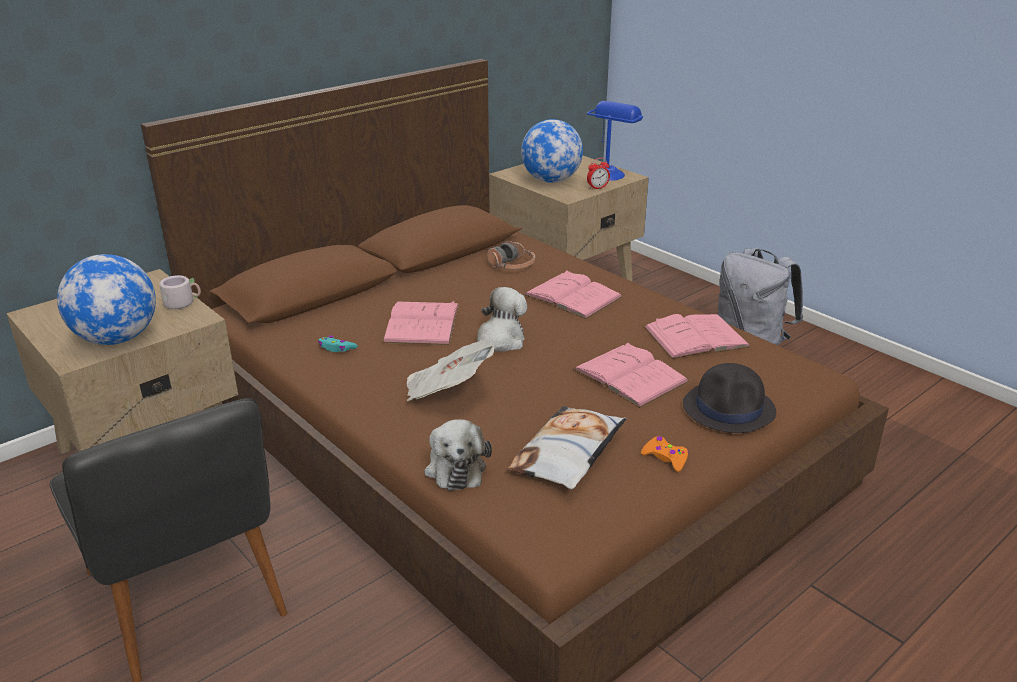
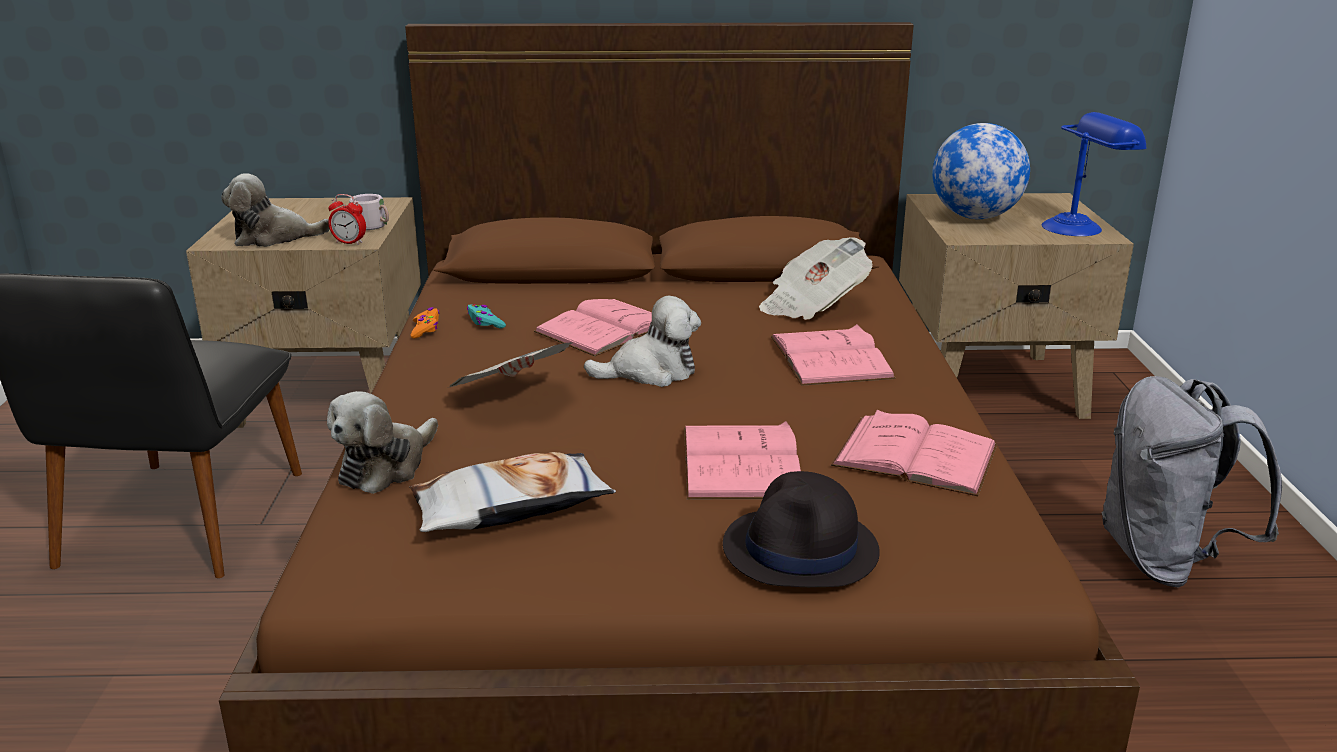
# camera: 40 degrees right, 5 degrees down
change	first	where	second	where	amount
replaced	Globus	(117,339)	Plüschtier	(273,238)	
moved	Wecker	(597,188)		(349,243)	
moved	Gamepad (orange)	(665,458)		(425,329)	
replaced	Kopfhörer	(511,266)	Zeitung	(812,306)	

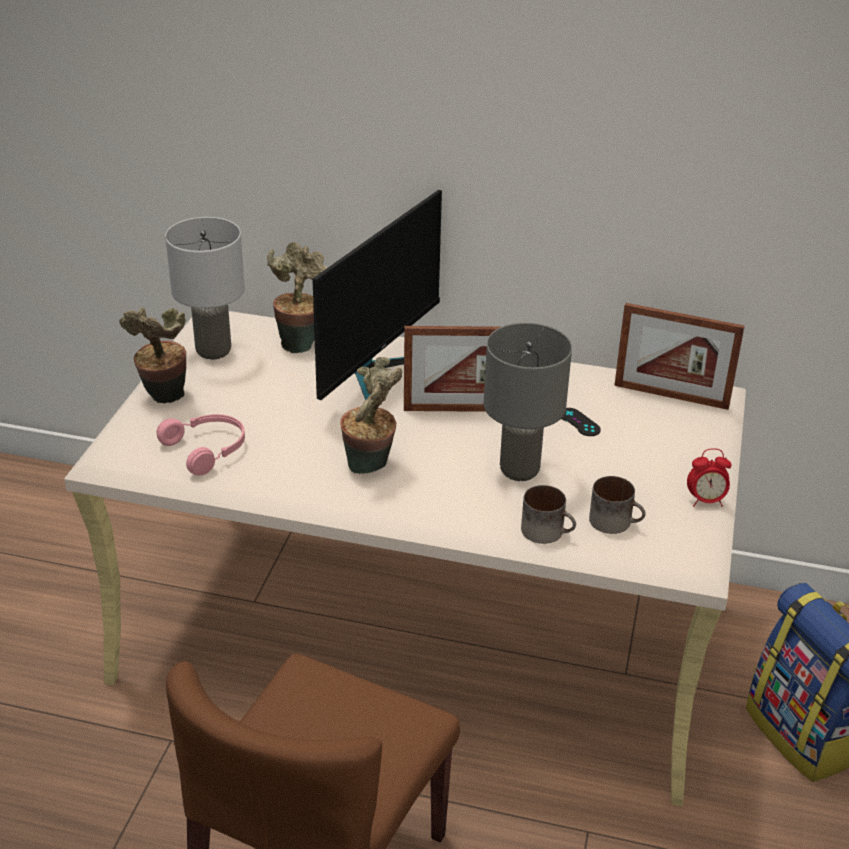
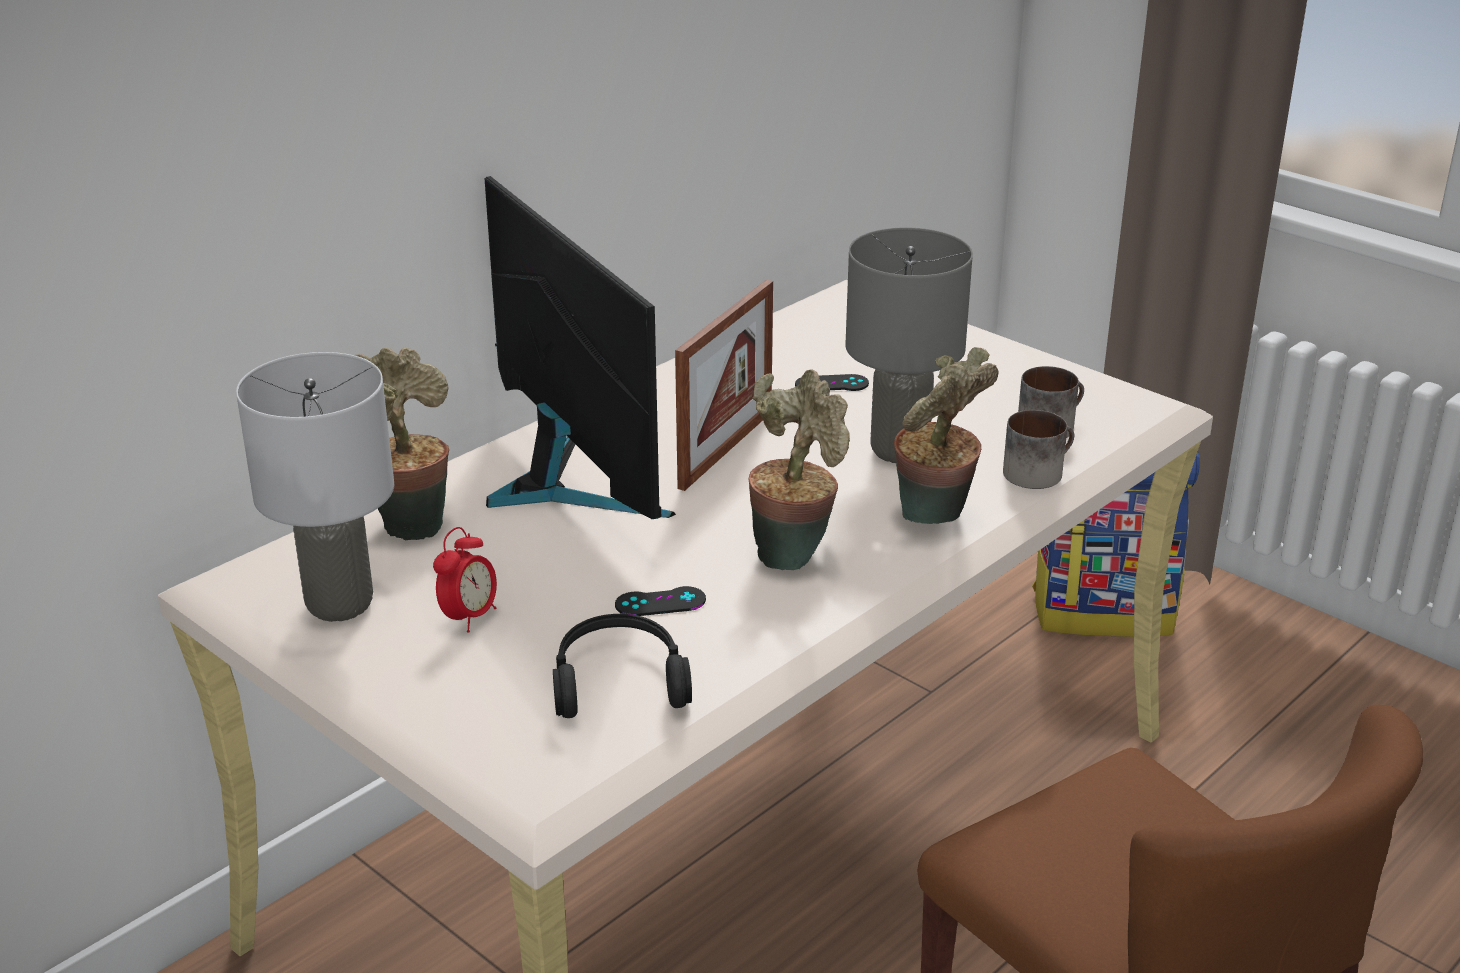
# camera: 60 degrees left, 5 degrees down
change	first	where	second	where	amount
moved	Wecker	(705,501)		(469,617)	
recoloured	Kopfhörer (rosa)	(207,449)	Kopfhörer (schwarz)	(618,681)	
added			Gamepad (schwarz)	(660,602)	
moved	Topfpflanze	(163,398)		(935,517)	
removed	Bilderrahmen	(671,396)			

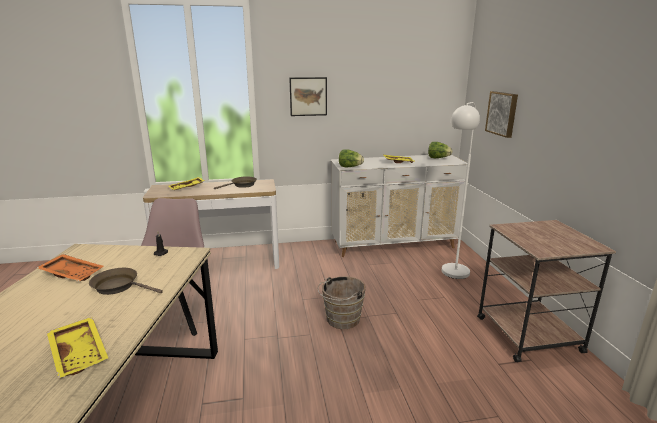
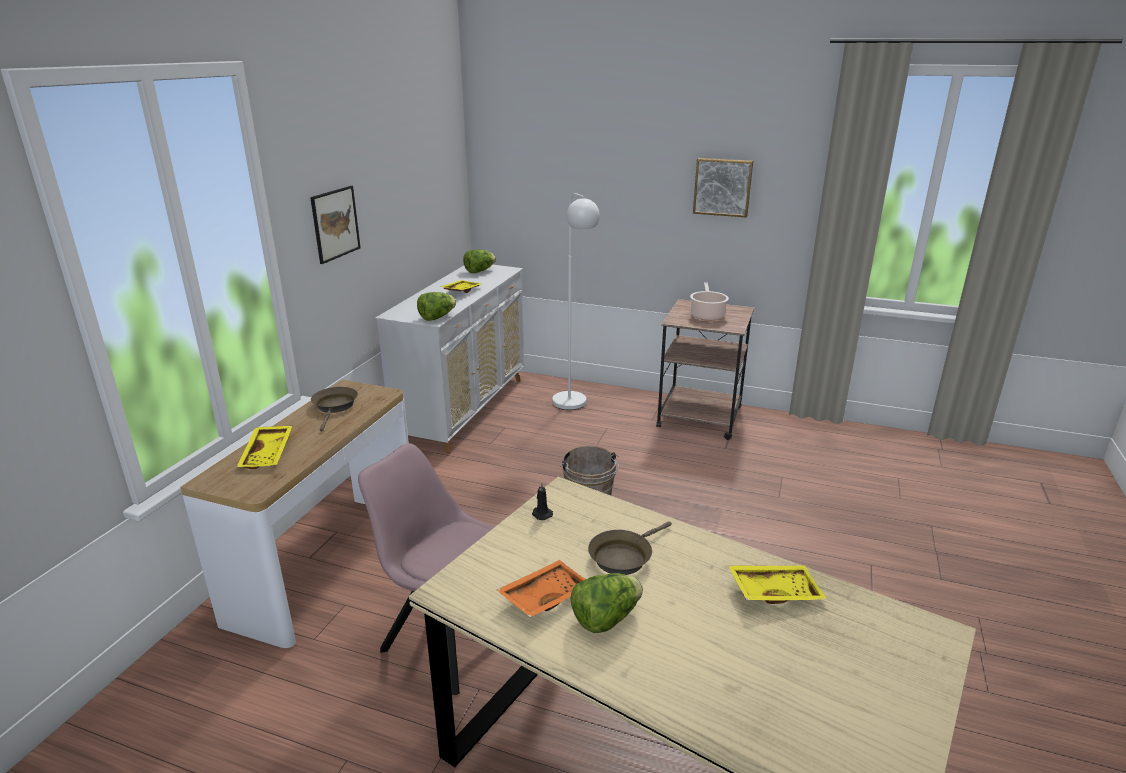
# camera: 60 degrees left, 5 degrees up
change	first	where	second	where	amount
added			Salatkopf	(606,618)	
added			Kochtopf	(707,315)	
moved	Bild	(502,113)		(722,187)	

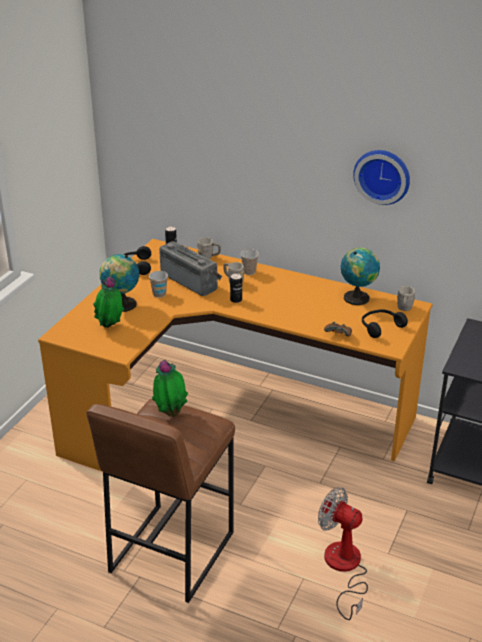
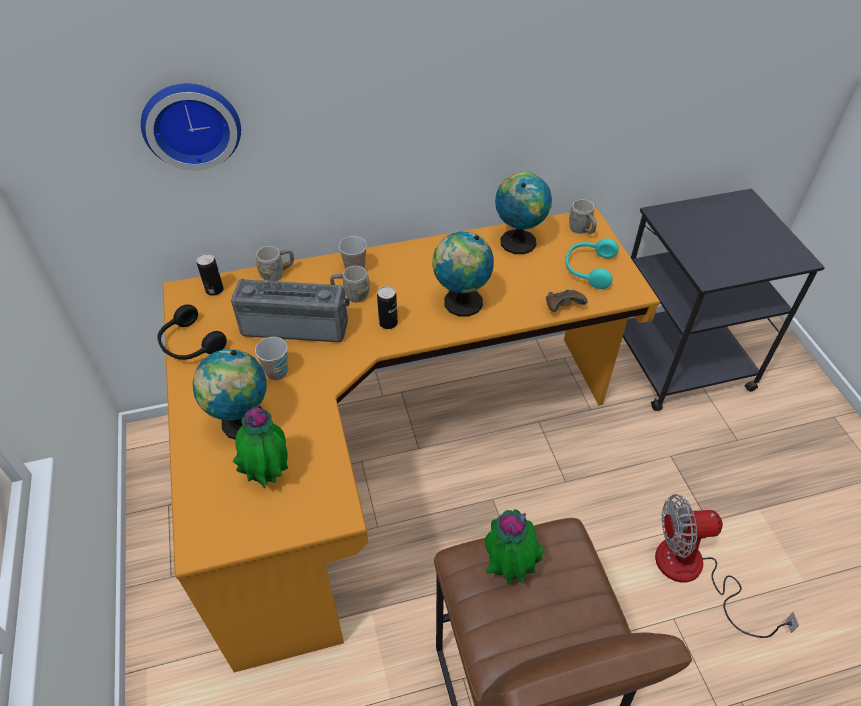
# camera: 40 degrees left, 15 degrees up
change	first	where	second	where	amount
moved	Wanduhr	(383,175)		(191,123)	
added			Globus	(460,303)	
recoloured	Kopfhörer (schwarz)	(380,327)	Kopfhörer (türkis)	(588,269)	

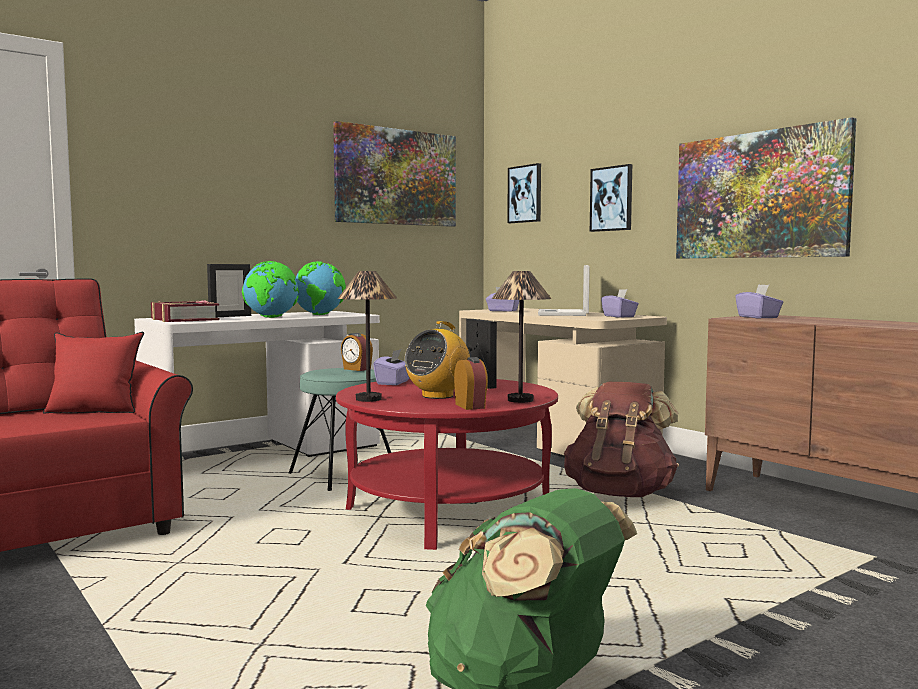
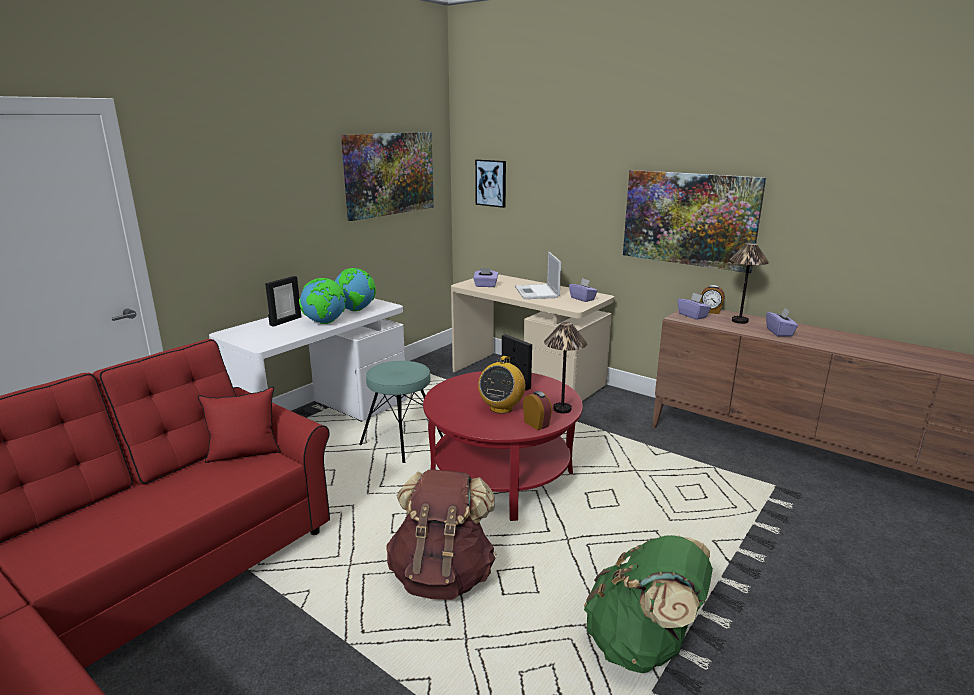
# camera: 15 degrees left, 15 degrees up
change	first	where	second	where	amount
moved	Rucksack (braun)	(620,494)		(443,576)	
moved	Wecker	(356,369)		(710,311)	
moved	Tischlampe	(369,399)		(740,321)	
moved	Taschentuchbox (lila)	(393,383)		(779,332)	
removed	Buch	(184,319)			
removed	Bild	(612,199)			

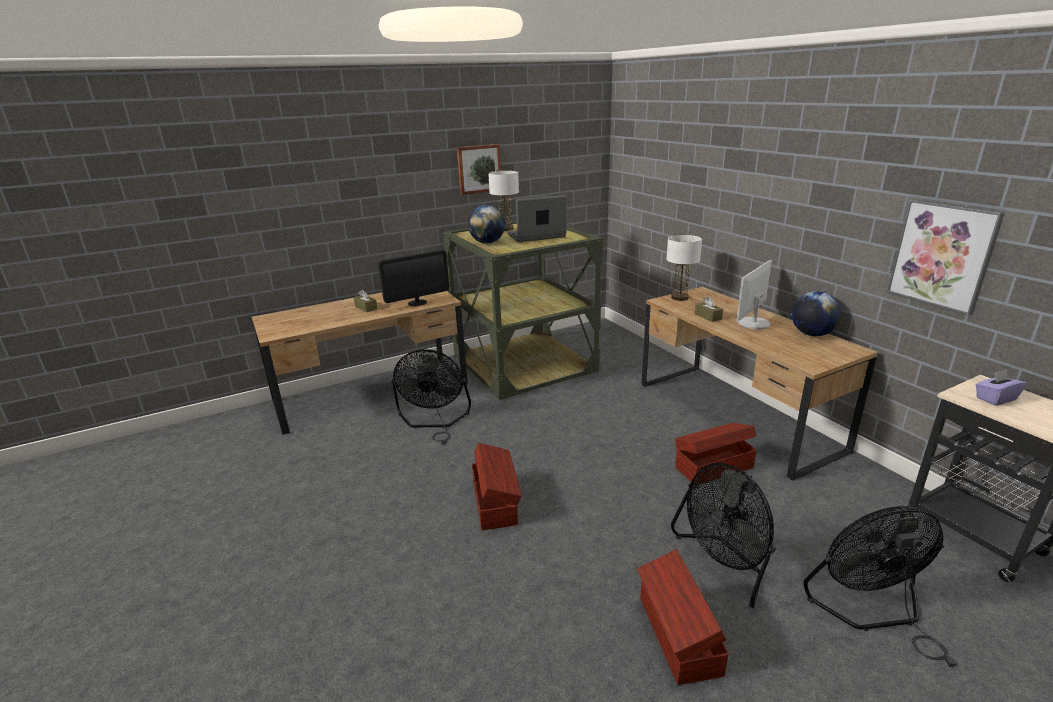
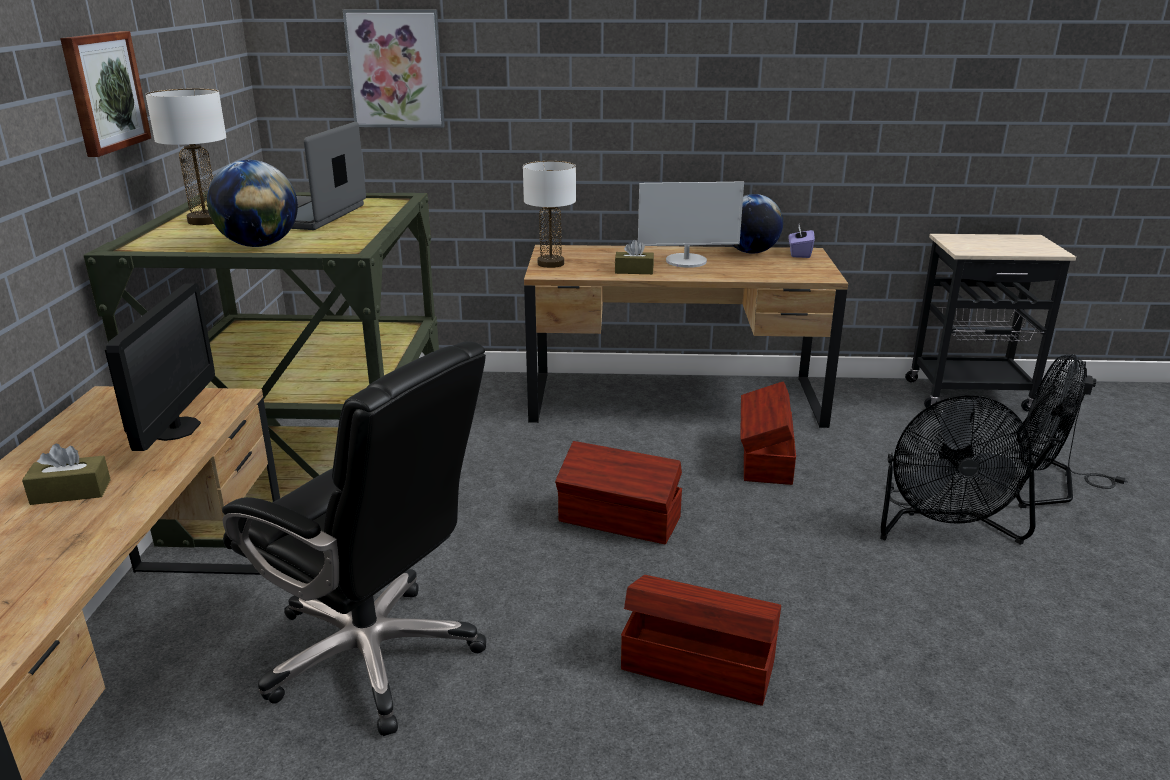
# camera: 60 degrees left, 0 degrees up
change	first	where	second	where	amount
replaced	Ventilator (schwarz)	(434,422)	Bürostuhl (schwarz)	(372,655)	
moved	Bild	(942,255)		(396,69)	
moved	Aufbewahrungsbox (braun)	(678,636)		(620,520)	
turned	Monitor	(753,323)		(686,261)	75 degrees counterclockwise
moved	Taschentuchbox (lila)	(995,398)		(799,253)	

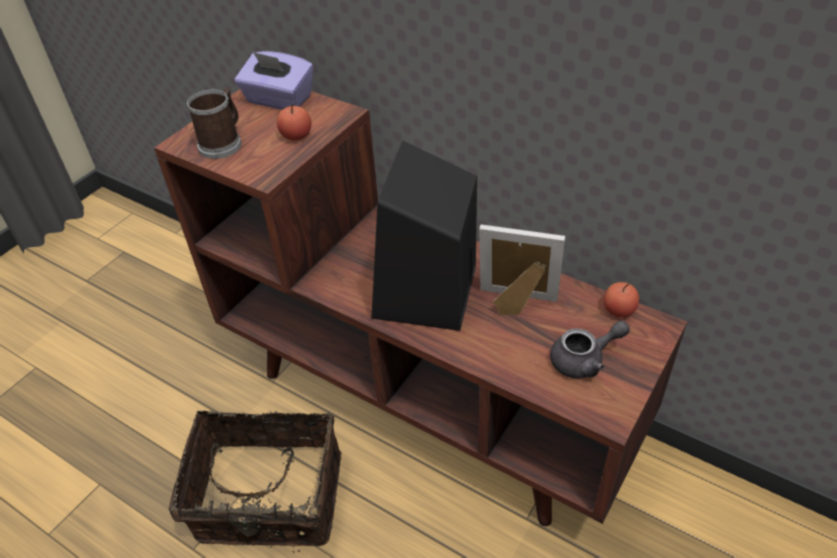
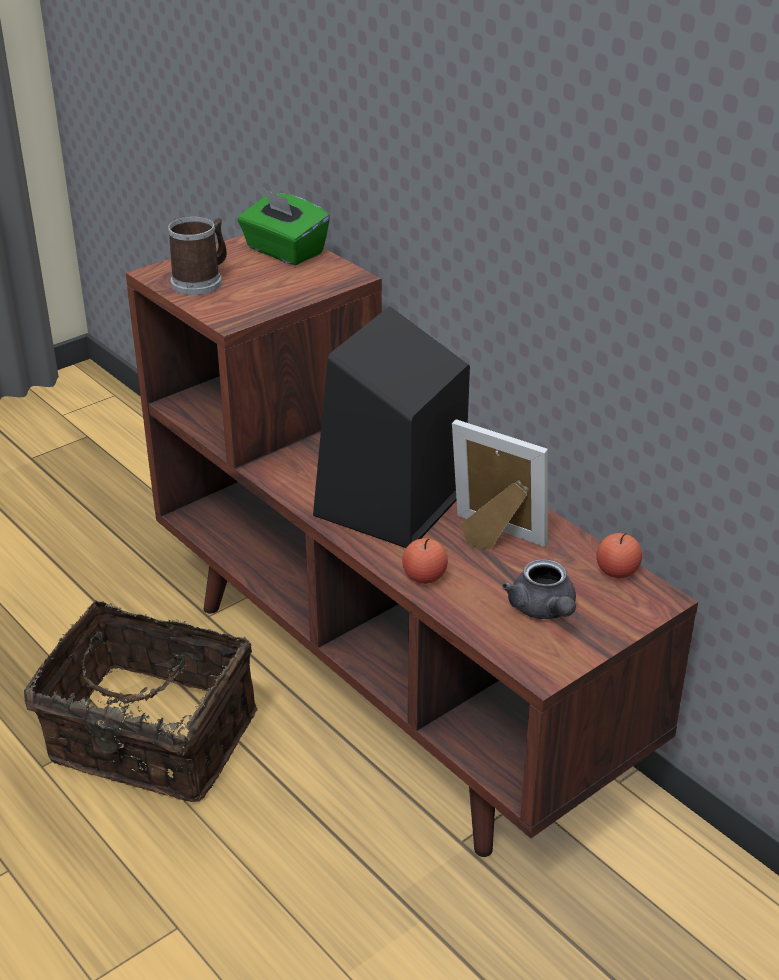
# camera: 15 degrees right, 10 degrees down
change	first	where	second	where	amount
recoloured	Taschentuchbox (lila)	(278,100)	Taschentuchbox (grün)	(284,251)	
moved	Apfel	(296,136)		(424,576)	
turned	Teekanne (grau)	(584,360)		(544,610)	75 degrees clockwise

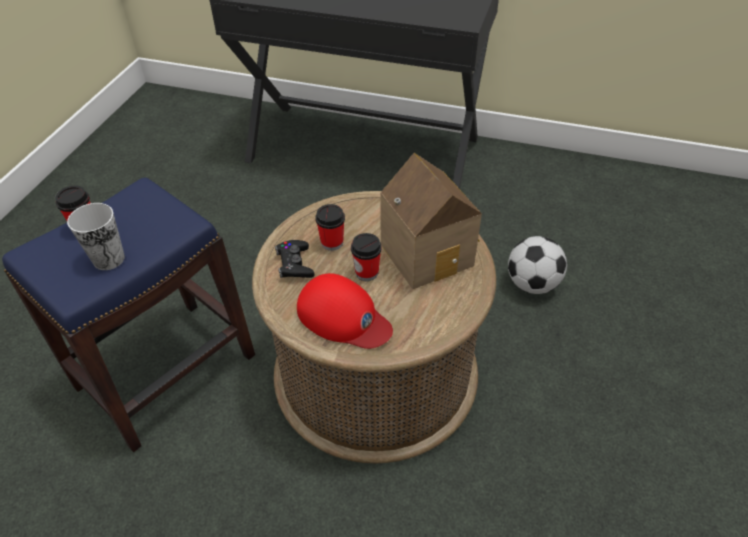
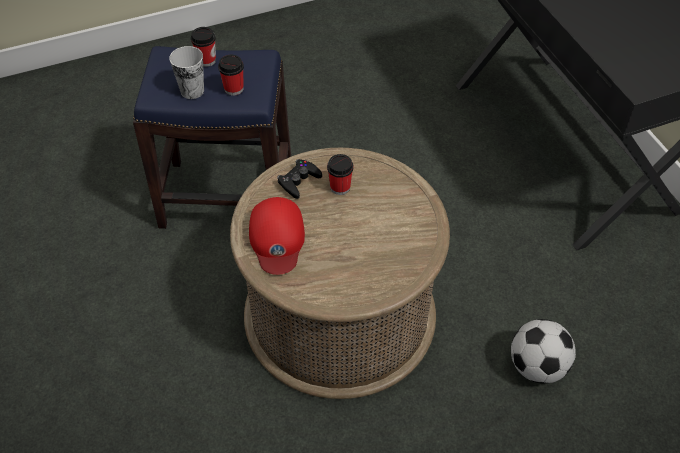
# camera: 50 degrees right, 5 degrees up
change	first	where	second	where	amount
moved	Tasse	(366,272)		(233,89)	
removed	Spielzeughaus	(430,253)			

